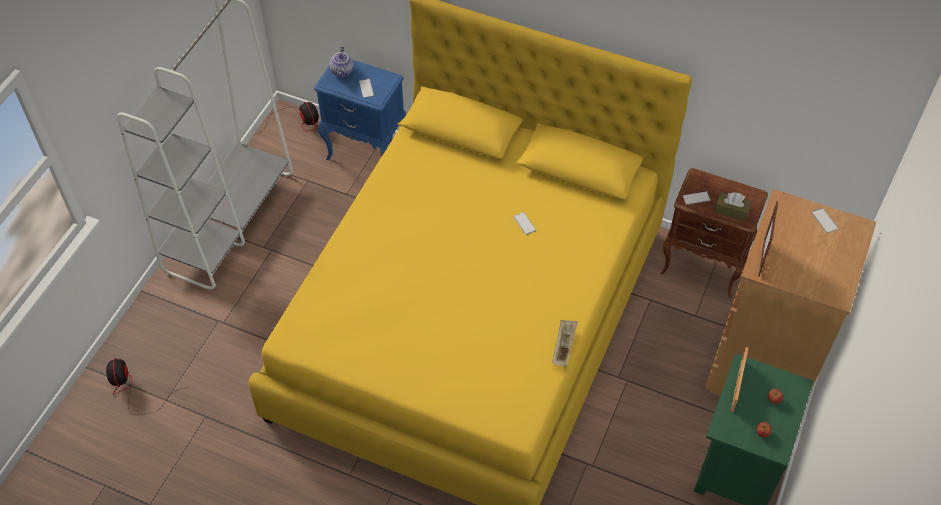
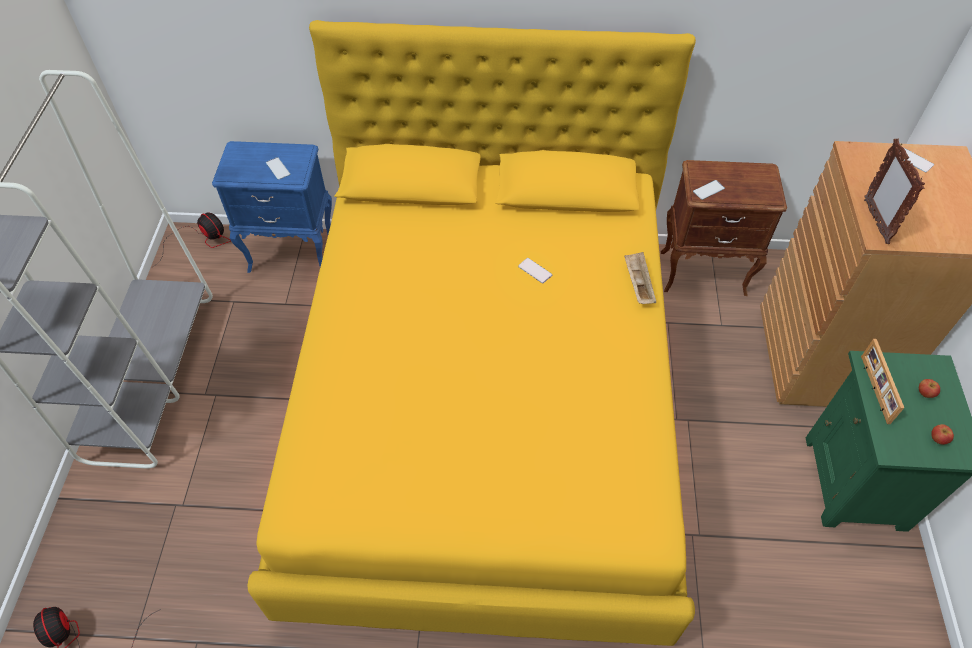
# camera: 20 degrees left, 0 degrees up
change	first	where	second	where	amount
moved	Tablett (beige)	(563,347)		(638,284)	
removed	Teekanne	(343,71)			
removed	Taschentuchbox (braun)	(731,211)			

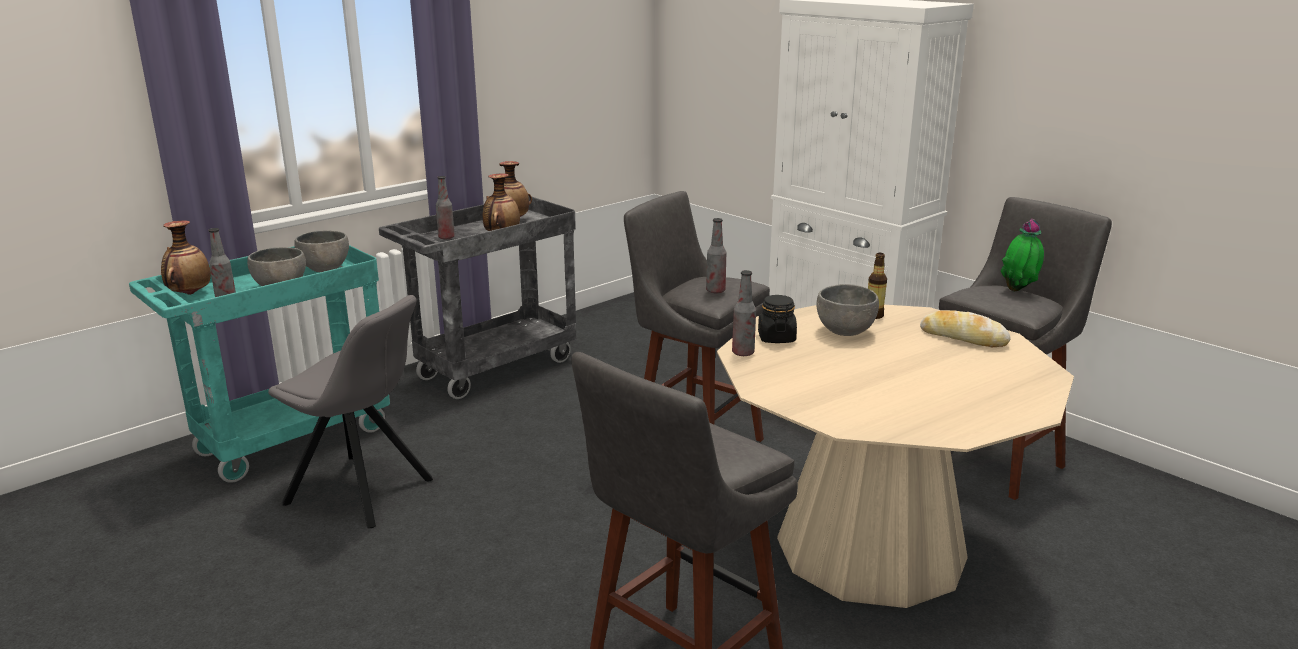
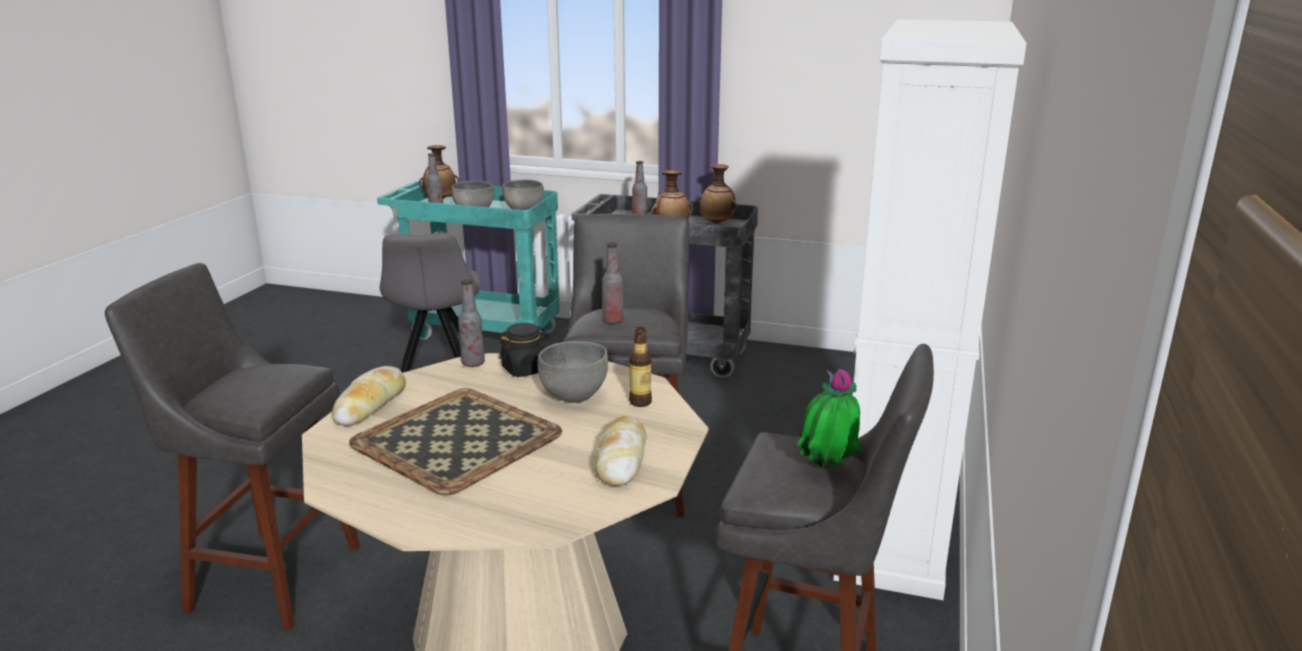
# camera: 60 degrees right, 0 degrees up
change	first	where	second	where	amount
added			Brot	(370,404)	
added			Tablett	(457,440)	

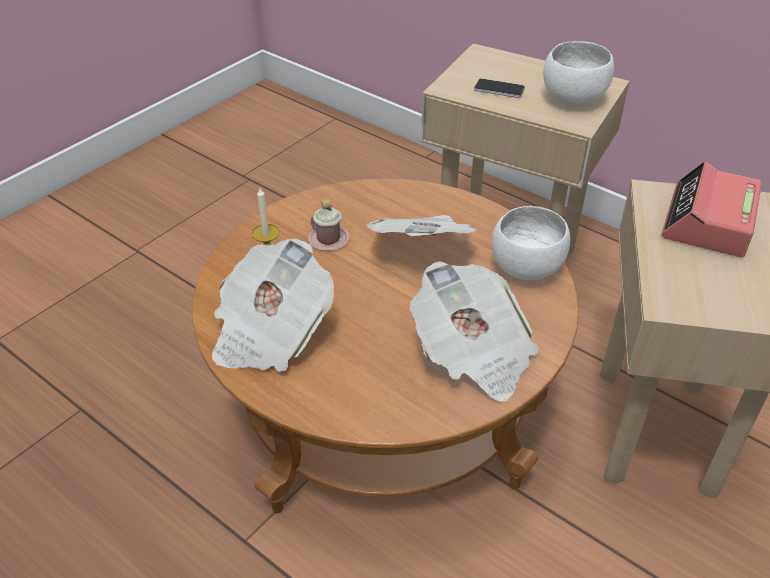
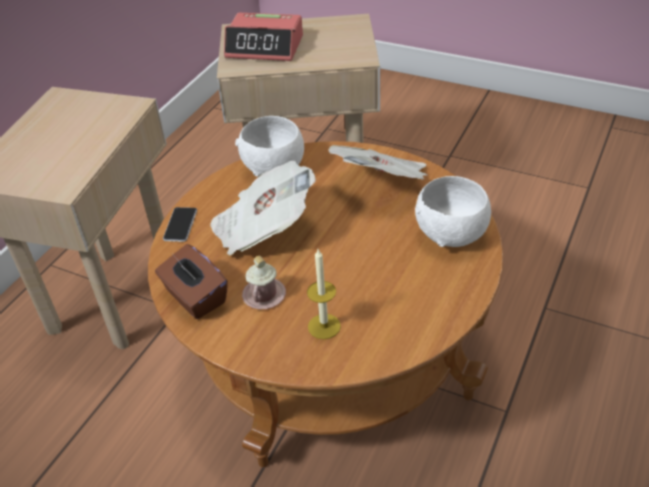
# camera: 100 degrees left, 0 degrees up
change	first	where	second	where	amount
added			Taschentuchbox (braun)	(195,297)	
moved	Handy	(499,89)		(180,225)	
moved	Schüssel (weiß)	(573,99)		(452,234)	
removed	Zeitung	(270,332)			

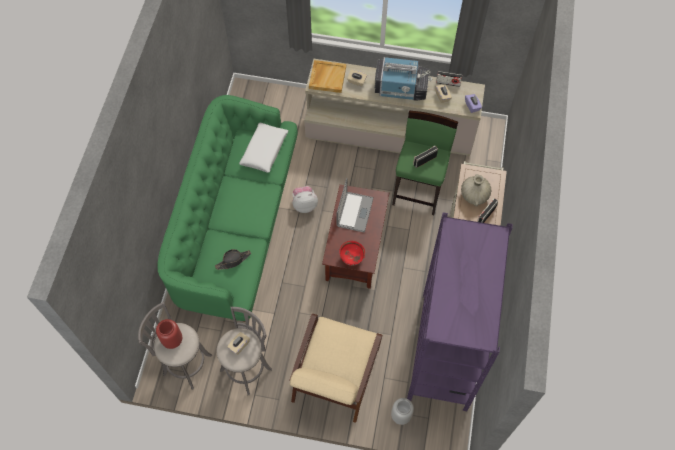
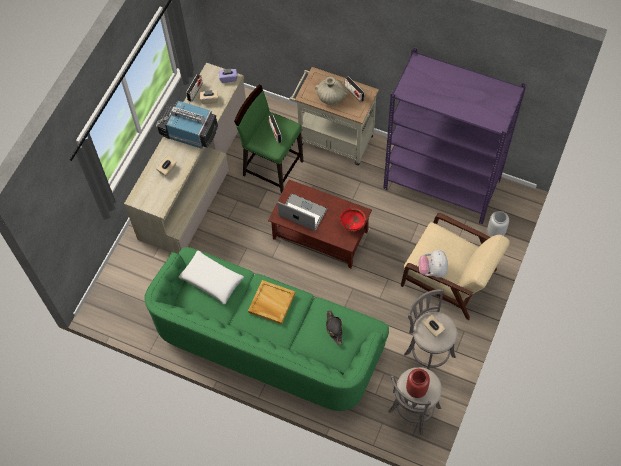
# camera: 75 degrees left, 0 degrees up
change	first	where	second	where	amount
turned	Fernseher	(401,88)		(188,132)	90 degrees counterclockwise
moved	Tablett (beige)	(327,77)		(271,303)	
moved	Plüschtier	(304,205)		(432,270)	

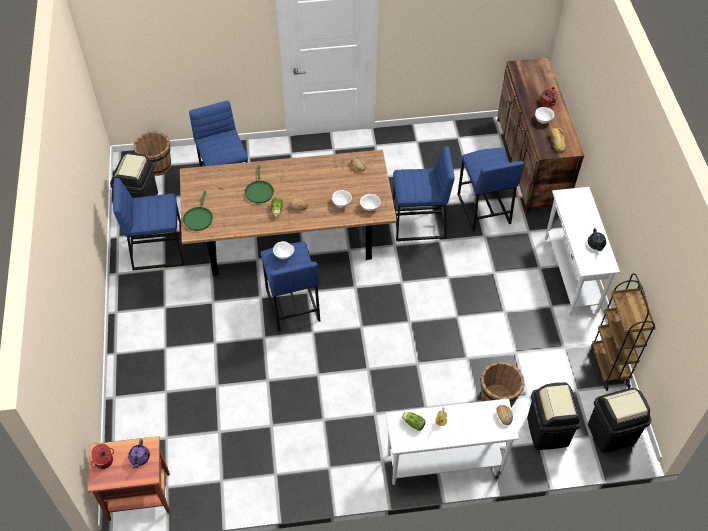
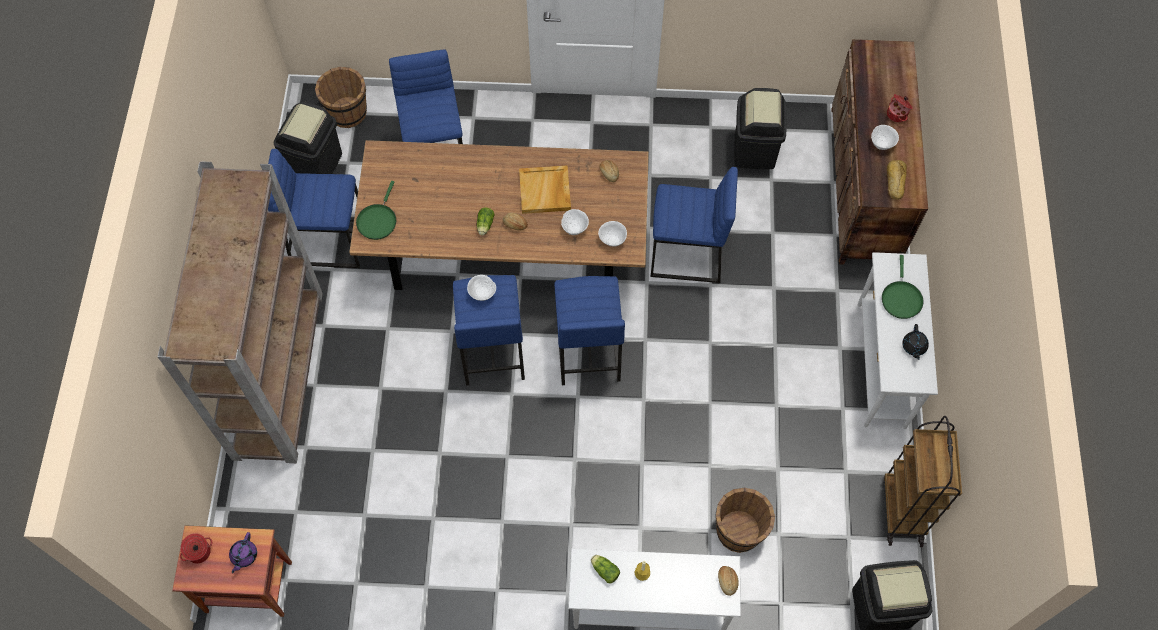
# camera: 10 degrees right, 10 degrees up
change	first	where	second	where	amount
added			Bücherregal (braun)	(279,374)	
added			Tablett (beige)	(545,191)	
moved	Hocker (blau)	(483,209)		(588,350)	
moved	Mülleimer (schwarz)	(548,431)		(755,150)	
moved	Pfanne (grün)	(259,191)		(901,298)	

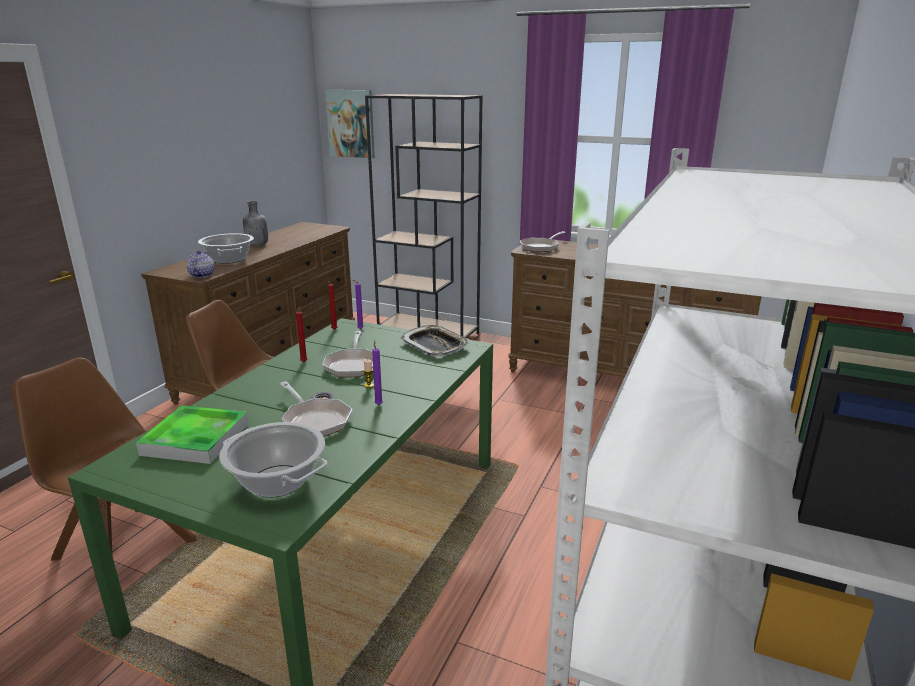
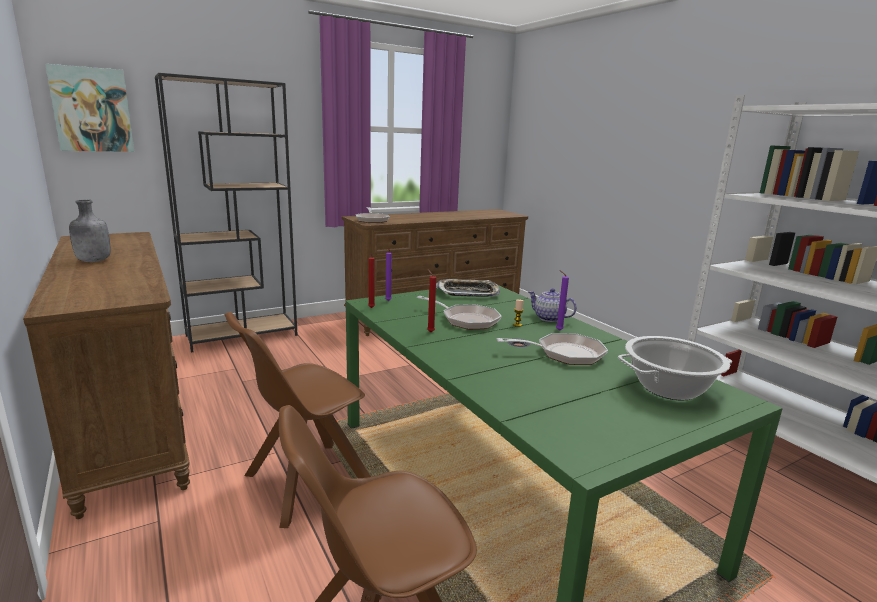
# camera: 55 degrees left, 5 degrees down
change	first	where	second	where	amount
moved	Teekanne	(201,275)		(549,318)	
removed	Tablett	(196,439)			
removed	Kochtopf	(228,260)			

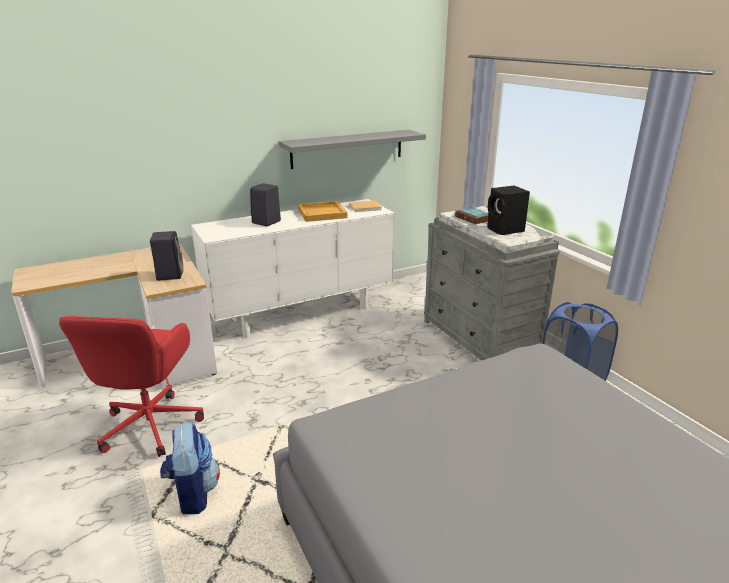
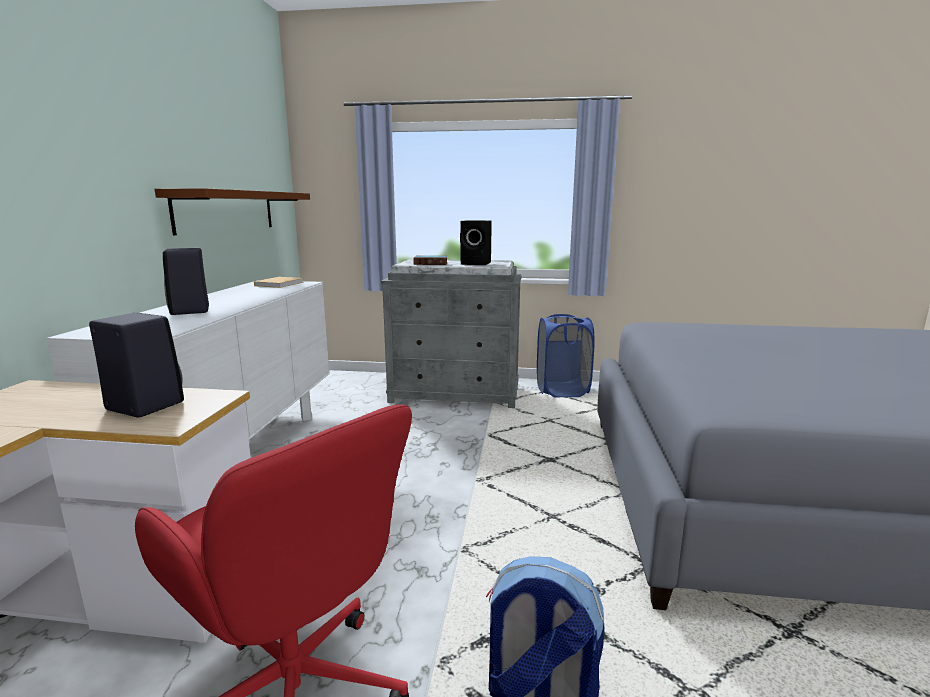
# camera: 55 degrees left, 10 degrees down
change	first	where	second	where	amount
recoloured	Wandregal (grau)	(347,148)	Wandregal (braun)	(227,211)	
removed	Tablett (beige)	(322,213)			

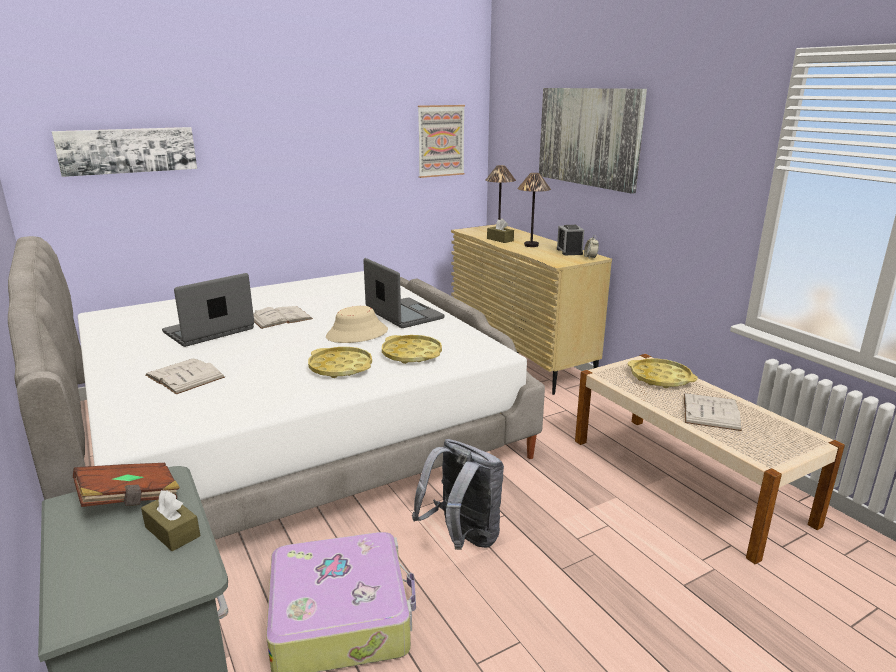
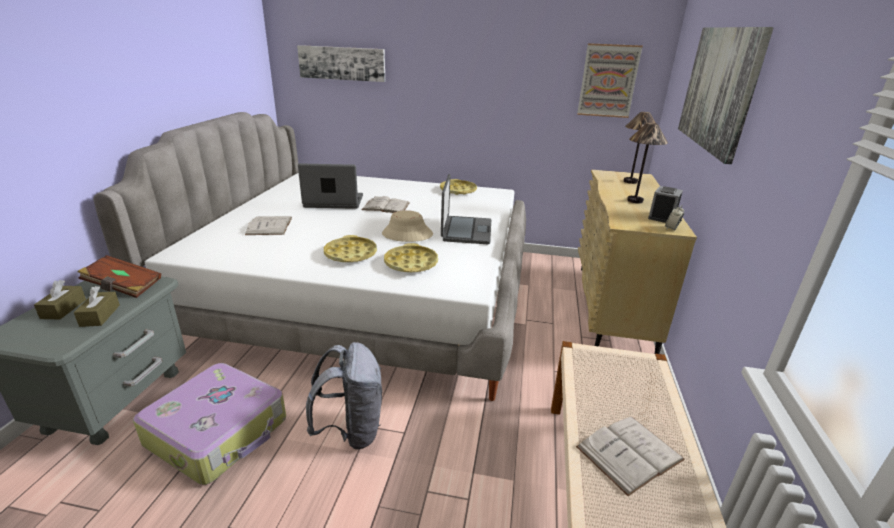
# camera: 40 degrees right, 5 degrees up
change	first	where	second	where	amount
moved	Taschentuchbox (braun)	(500,239)		(63,309)	
moved	Tablett (gelb)	(660,378)		(458,191)	

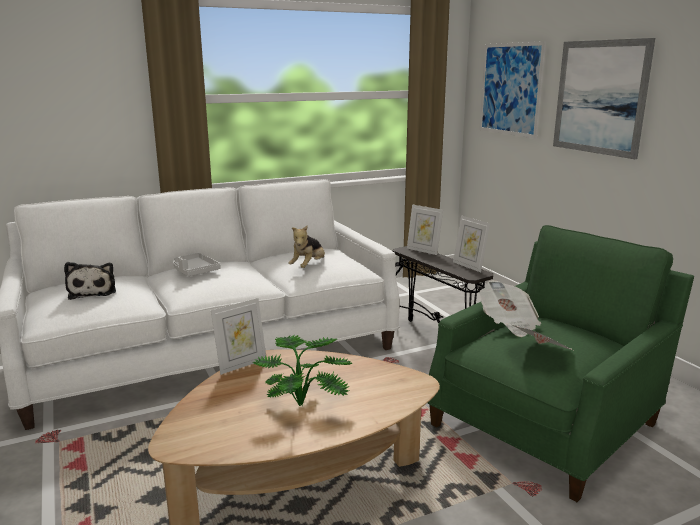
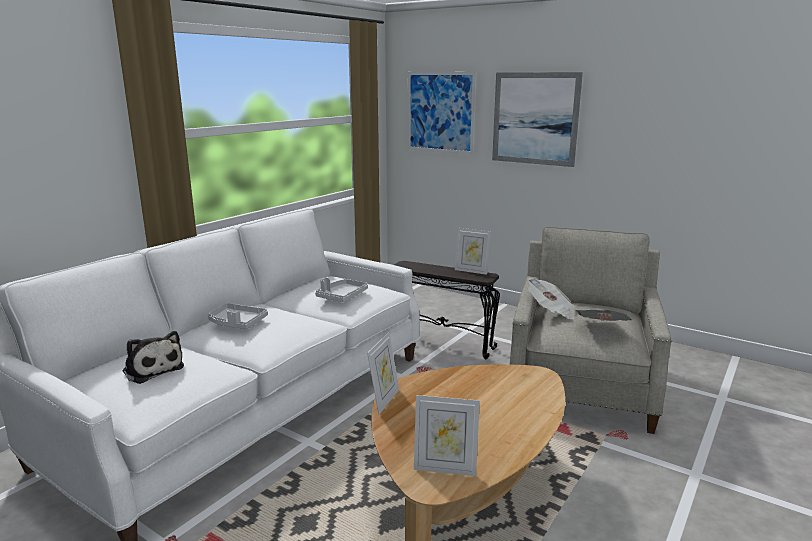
# camera: 30 degrees left, 0 degrees up
change	first	where	second	where	amount
replaced	Plüschtier	(308,266)	Tablett (grau)	(342,296)	
moved	Bilderrahmen	(423,250)		(445,468)	
recoloured	Sessel (grün)	(547,422)	Sessel (grau)	(581,384)	
removed	Topfpflanze	(305,403)			

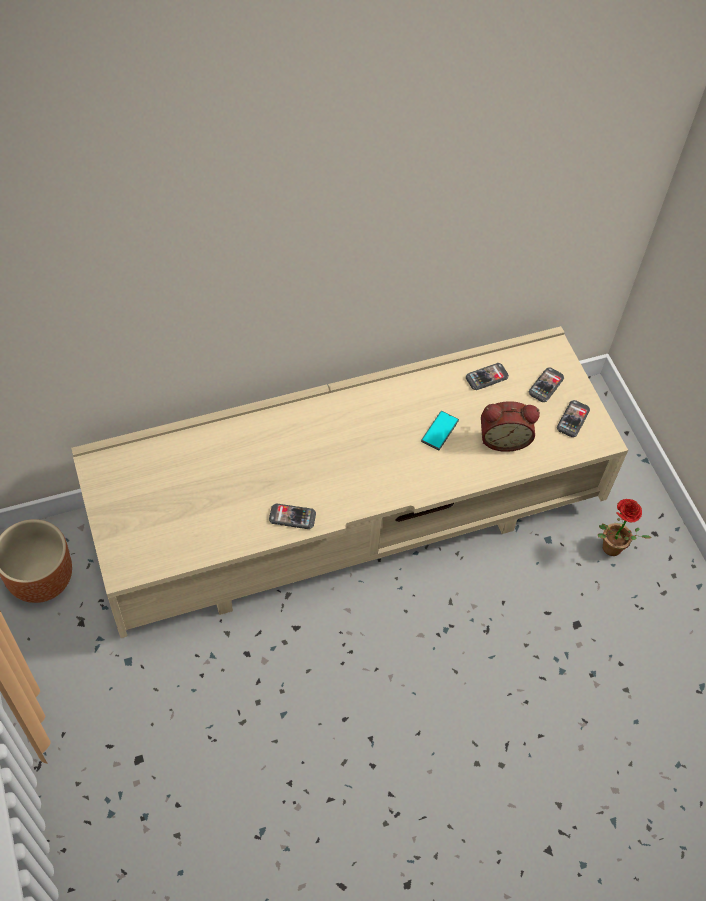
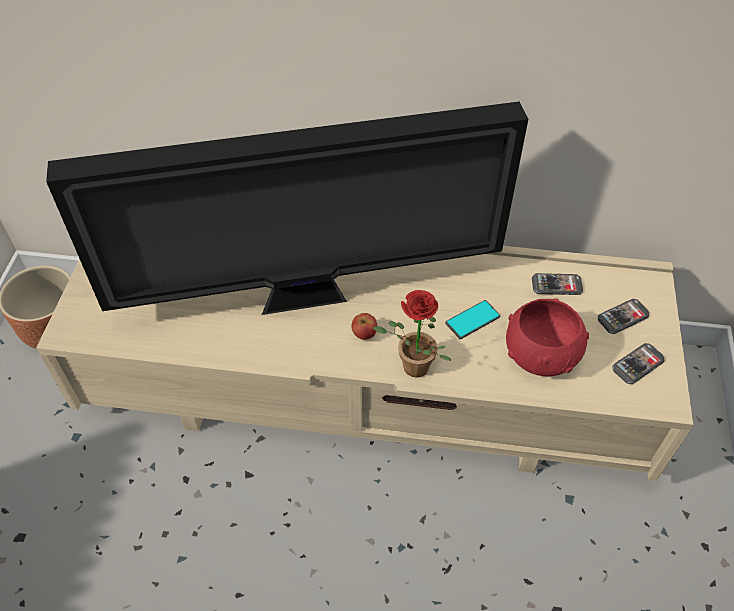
# camera: 30 degrees right, 5 degrees down
change	first	where	second	where	amount
added			Fernseher	(309,298)	
added			Apfel	(364,334)	
moved	Topfpflanze	(609,551)		(410,369)	
replaced	Wecker	(503,438)	Schüssel (rot)	(541,354)	
removed	Handy	(292,517)			

